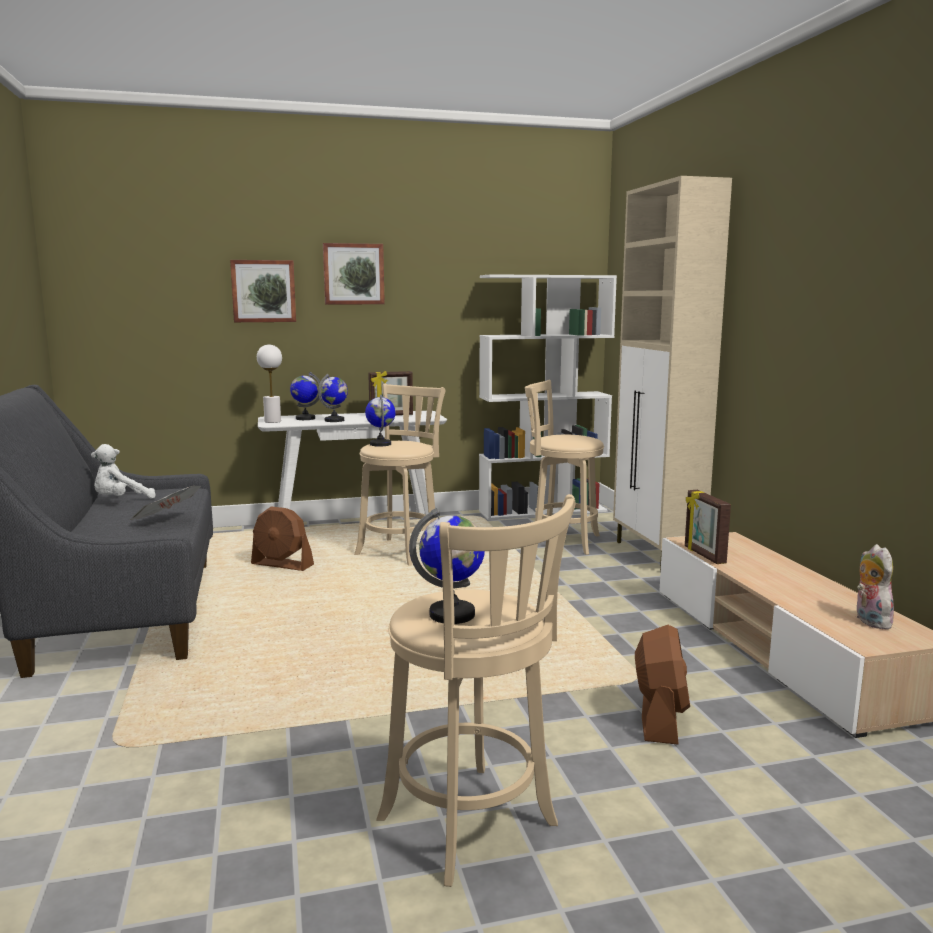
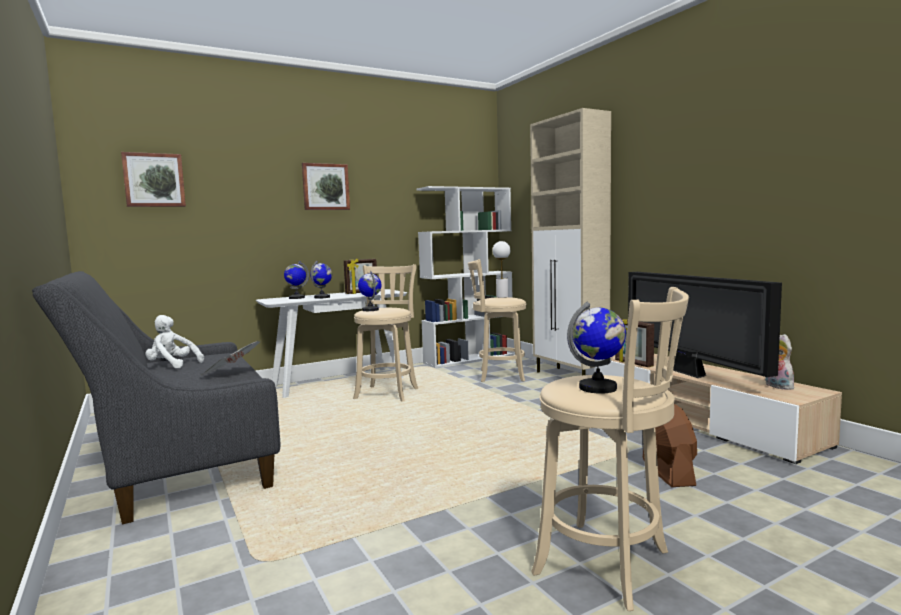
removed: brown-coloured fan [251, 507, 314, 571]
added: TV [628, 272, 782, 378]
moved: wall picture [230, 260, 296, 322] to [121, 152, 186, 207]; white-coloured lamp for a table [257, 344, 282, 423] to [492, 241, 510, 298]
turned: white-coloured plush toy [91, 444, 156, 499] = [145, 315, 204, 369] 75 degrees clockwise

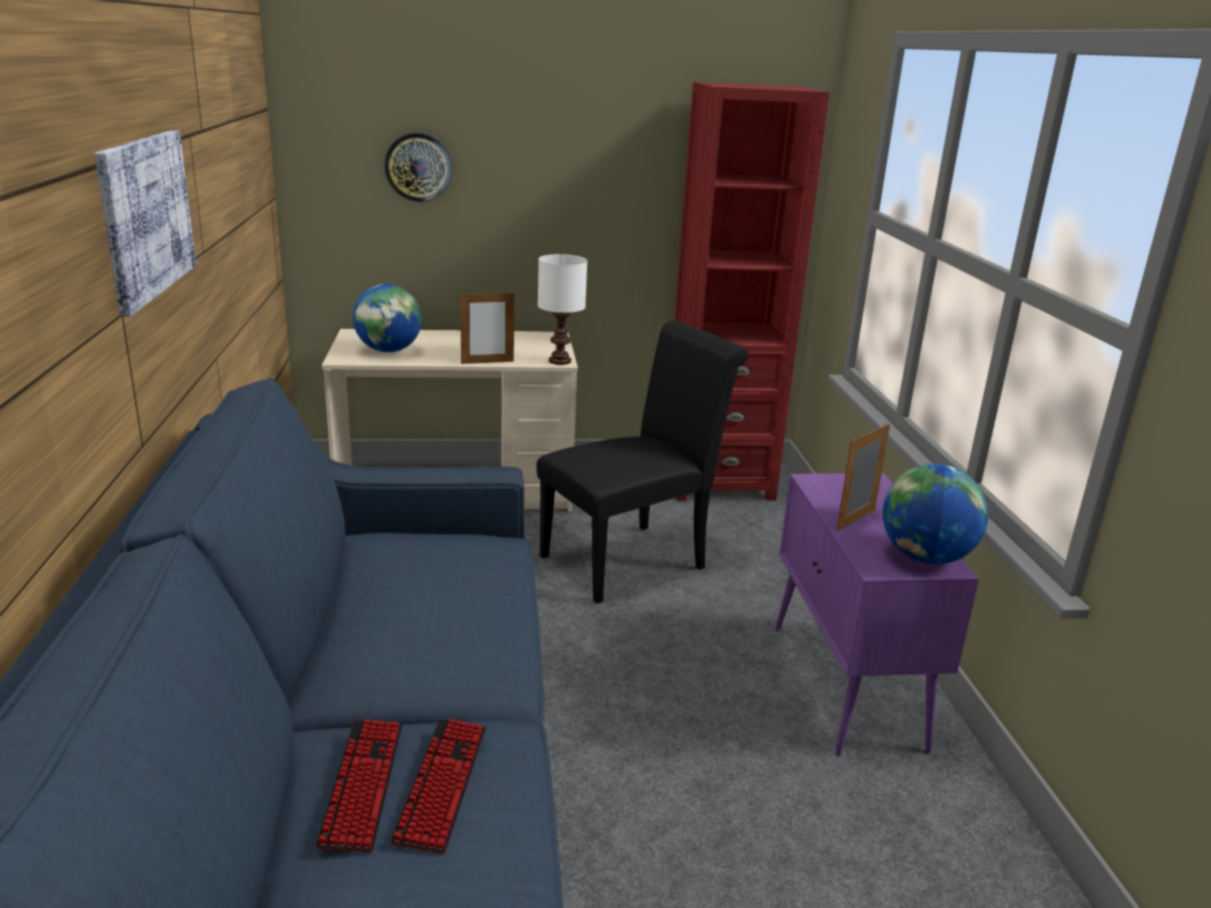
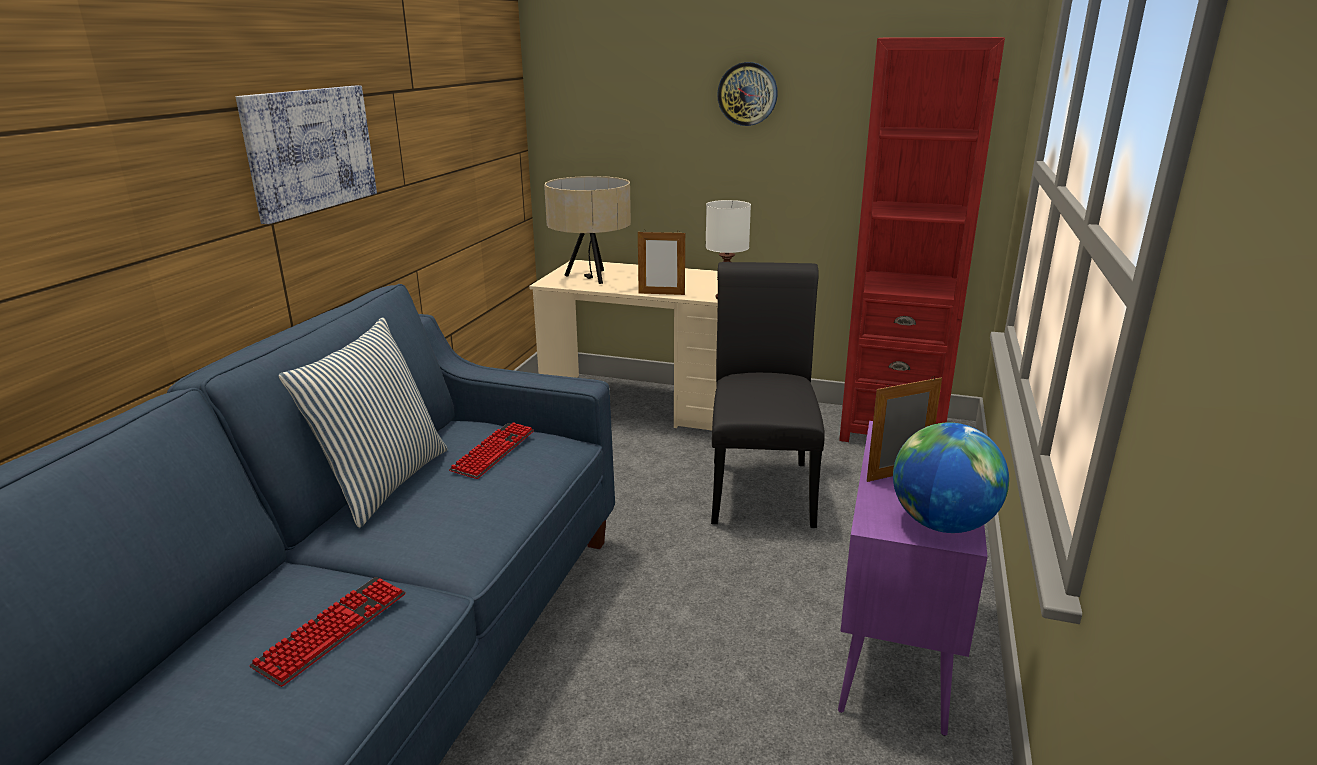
added: throw pillow [279, 317, 448, 528]
moved: computer keyboard [315, 719, 402, 852] to [449, 422, 534, 479]; hanging clock [384, 133, 452, 202] to [717, 62, 778, 126]
replaced: desk globe [353, 284, 422, 352] to beige lamp for a table [544, 176, 631, 284]
turned: black-coloured upright chair [536, 320, 749, 604] = [711, 262, 825, 528] 75 degrees counterclockwise

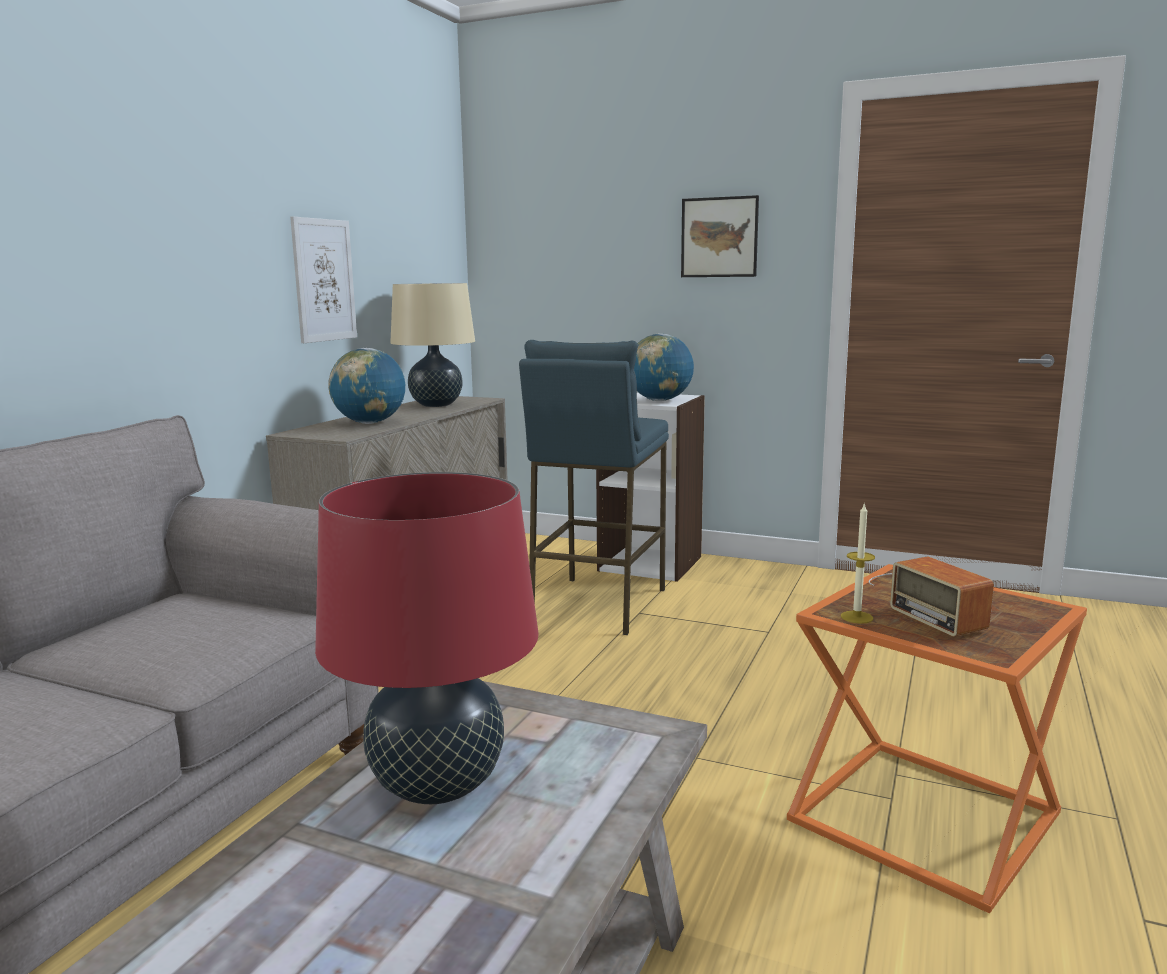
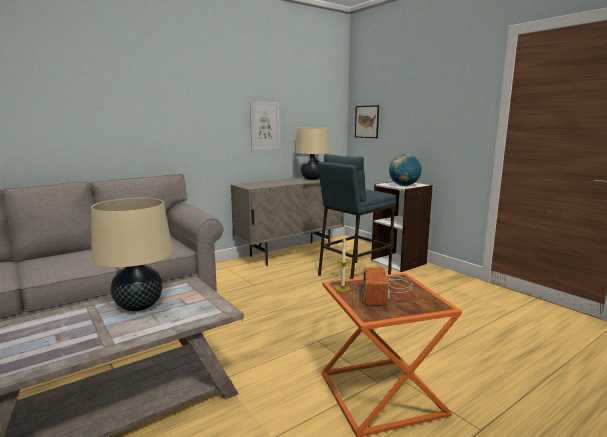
removed: desk globe [328, 348, 405, 424]
moved: wall picture [681, 195, 759, 277] to [355, 105, 379, 138]
recoloured: red-coloured lamp for a table [315, 472, 539, 804] to beige lamp for a table [91, 198, 173, 311]

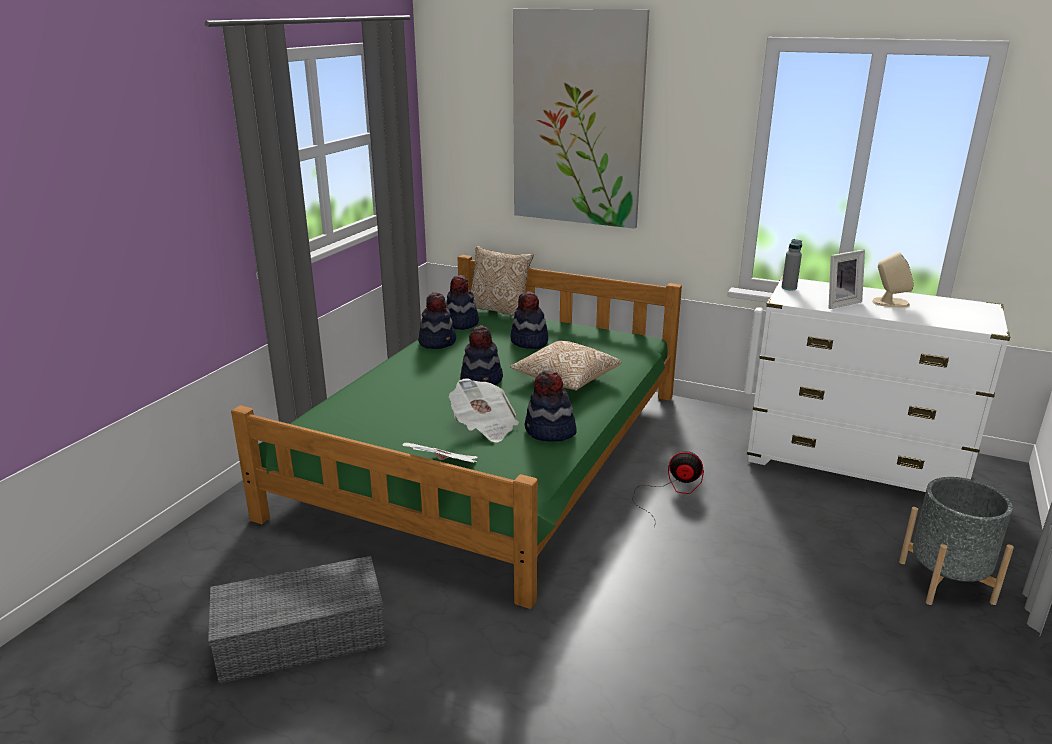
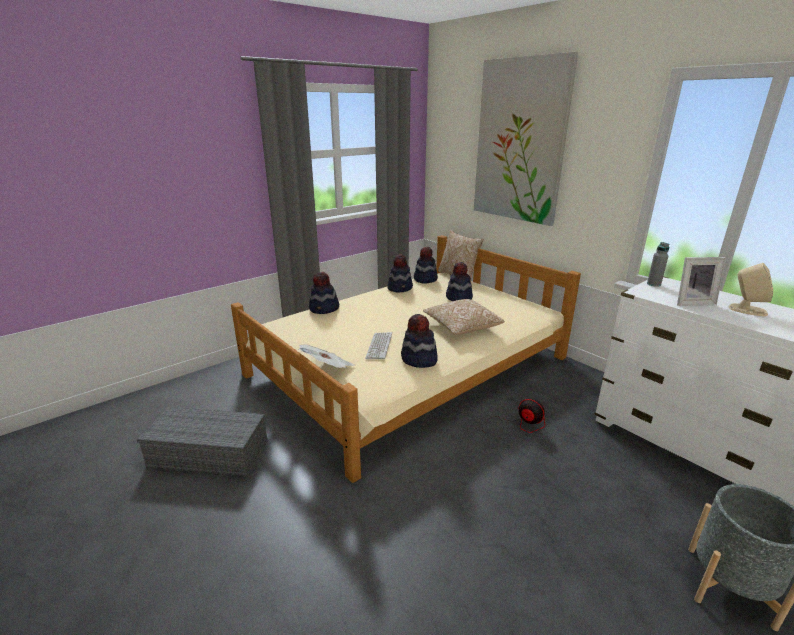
moved: hat [460, 325, 503, 385] to [309, 272, 339, 314]
replaced: daily paper [449, 378, 519, 443] to computer keyboard [365, 332, 392, 359]
recoloured: greenish bed [231, 255, 682, 609] to beige bed [231, 235, 581, 483]

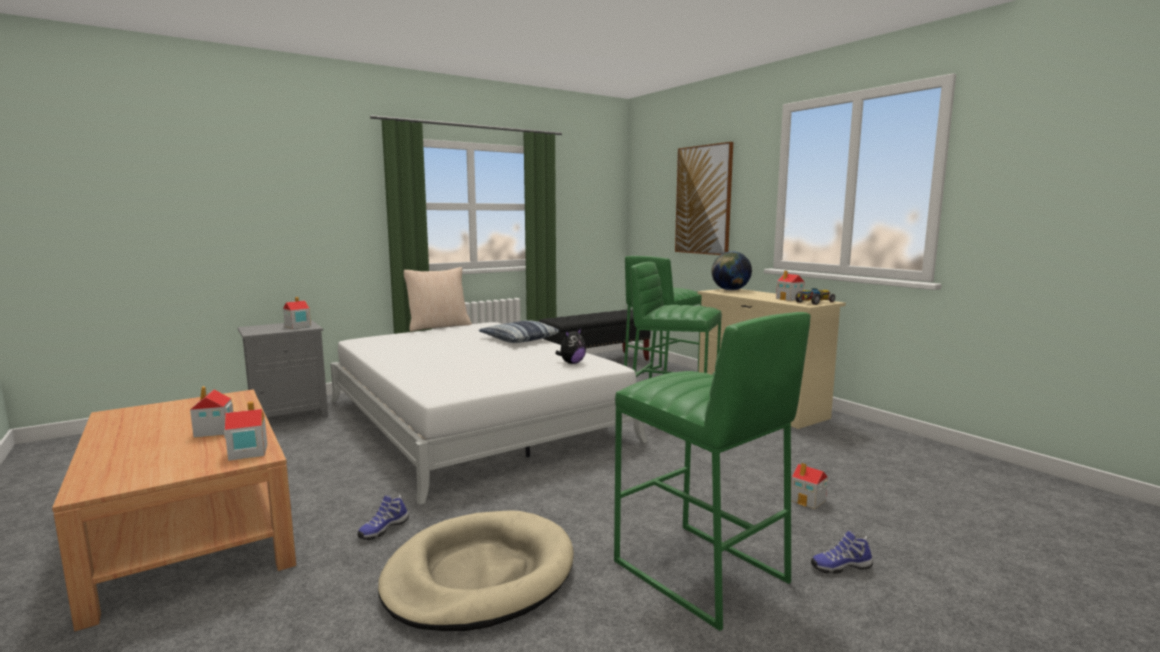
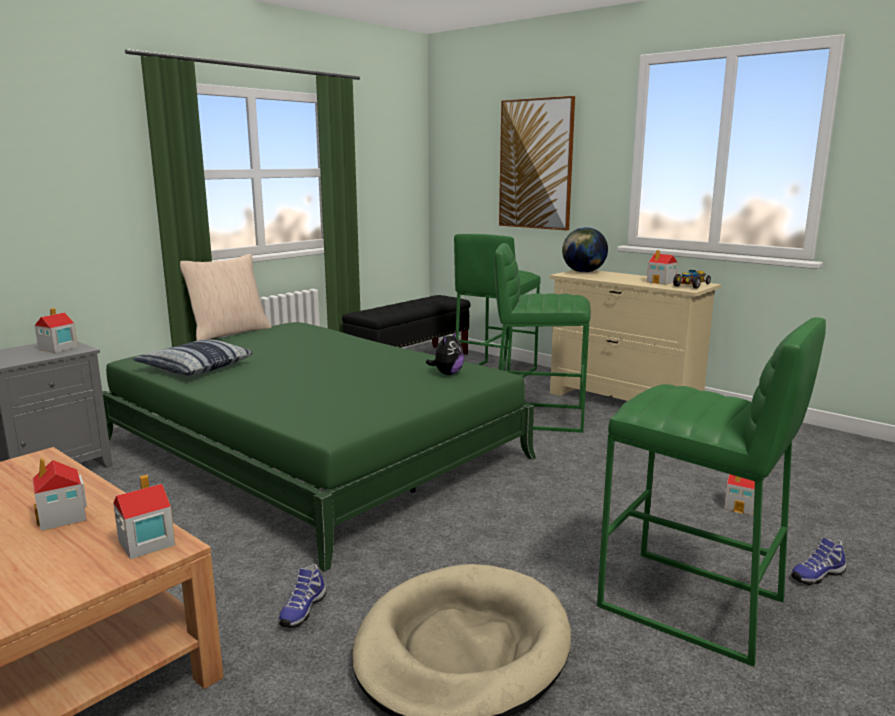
moved: throw pillow [478, 320, 559, 343] to [133, 340, 253, 376]
recoloured: white-coloured bed [330, 322, 648, 505] to greenish bed [102, 322, 536, 572]

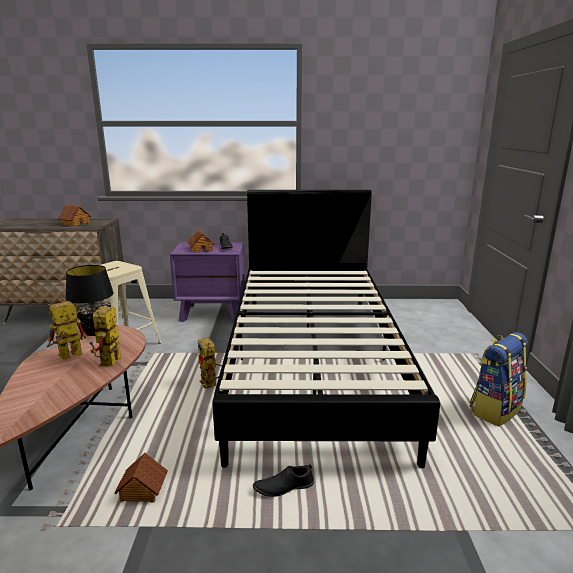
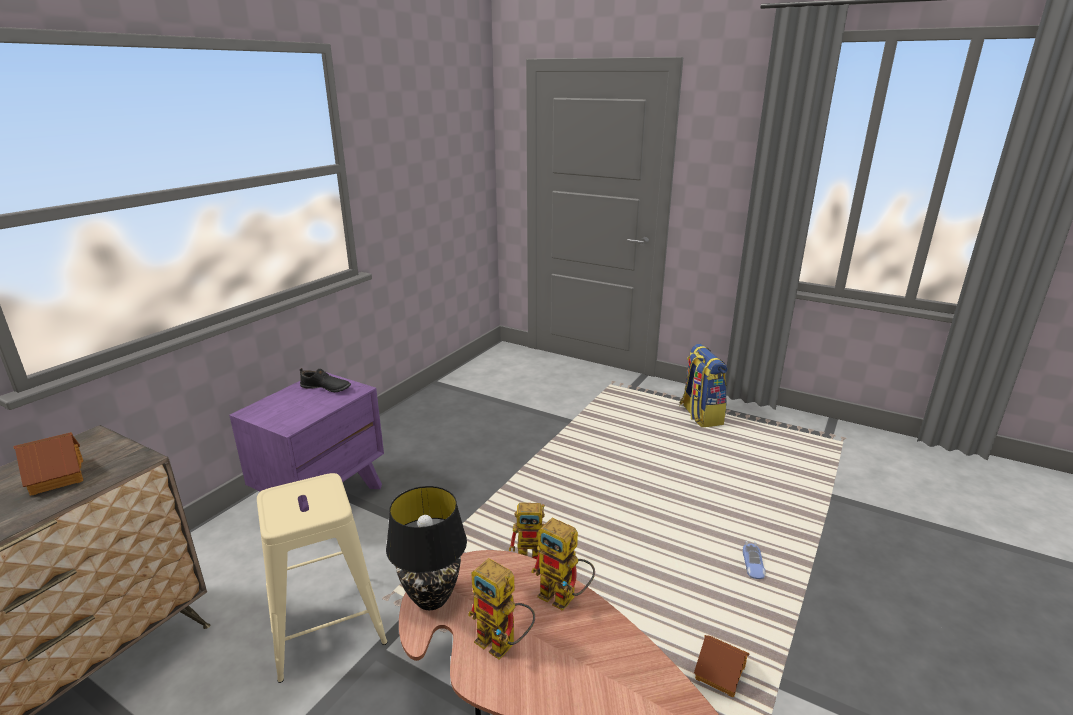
removed: model house [187, 230, 215, 253]; black-coloured bed [212, 190, 440, 468]
replaced: black-coloured low shoe [253, 463, 314, 497] to miniature car [742, 541, 765, 579]
turned: model robot [47, 301, 86, 360] = [468, 558, 535, 660] 45 degrees counterclockwise

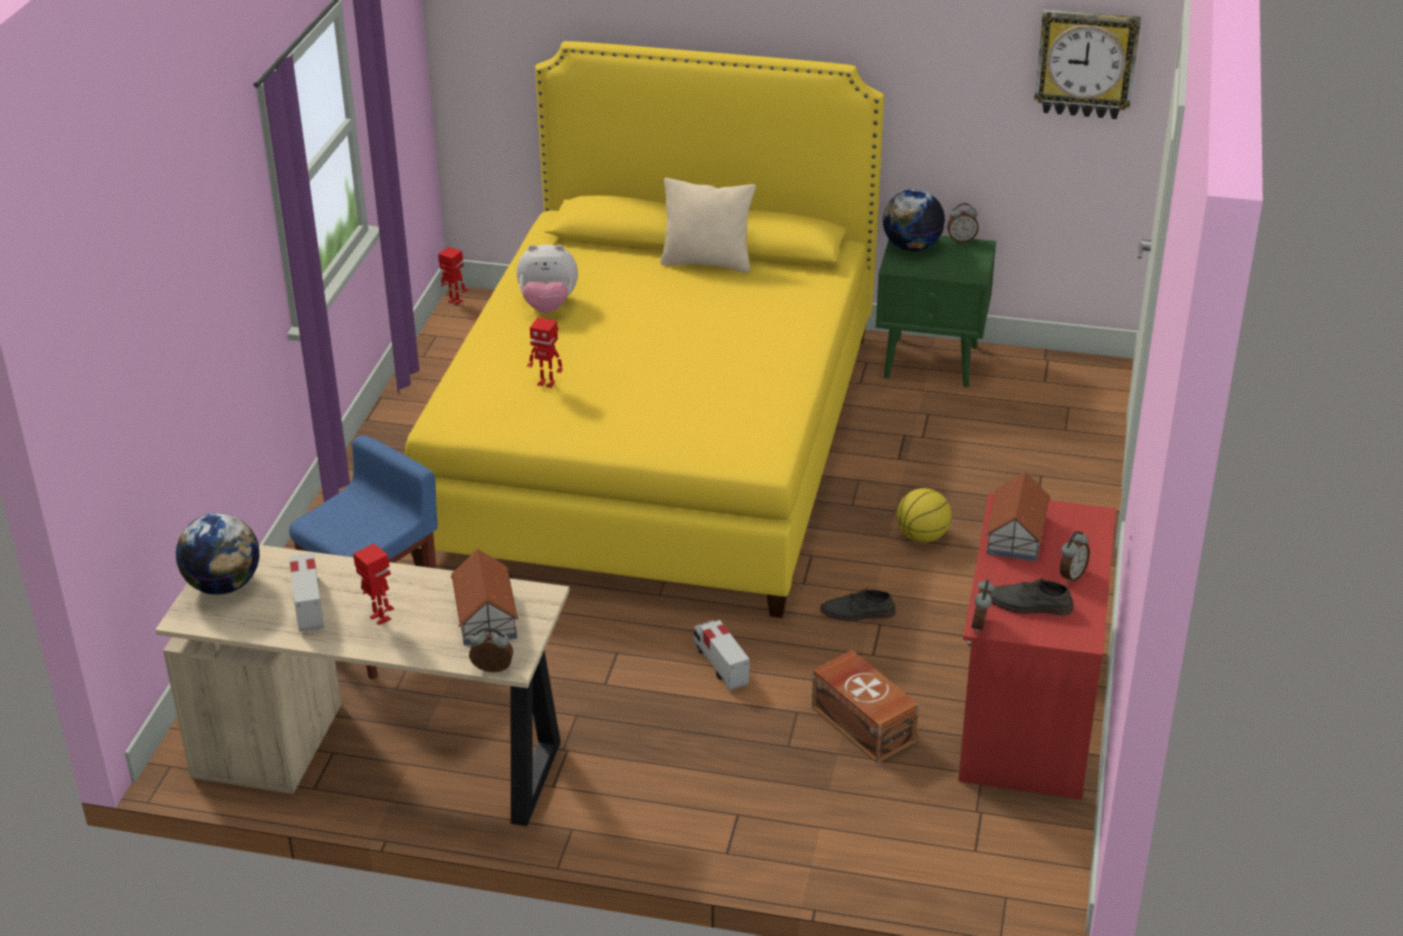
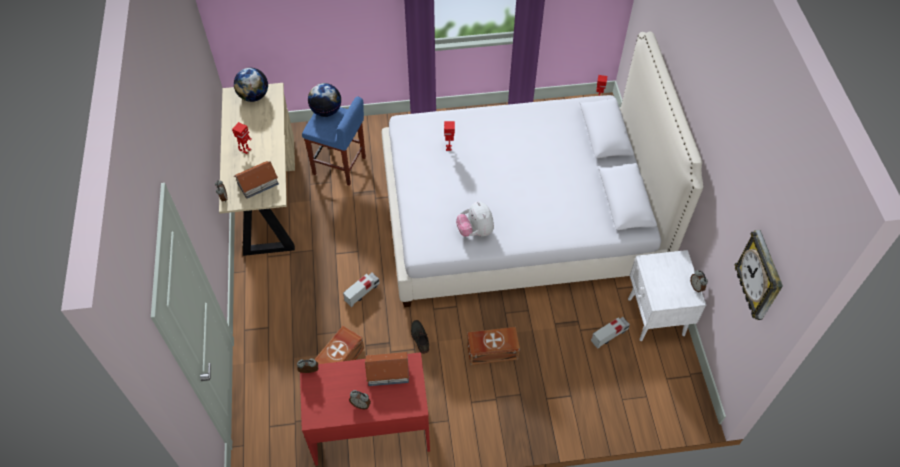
removed: beige throw pillow [660, 178, 756, 273]; gray low shoe [990, 577, 1074, 616]
moved: toy truck [289, 553, 324, 632] to [591, 317, 630, 349]; plush toy [517, 244, 578, 313] to [456, 202, 494, 237]; desk globe [883, 189, 945, 251] to [308, 83, 341, 117]
replaced: ball for basketball [897, 488, 952, 543] to brown-coloured storage container [467, 327, 520, 365]
recoloured: yellowish bed [405, 41, 884, 618] to white-coloured bed [382, 31, 703, 307]; greenish bedside table [876, 236, 996, 388] to white-coloured bedside table [628, 250, 706, 341]

